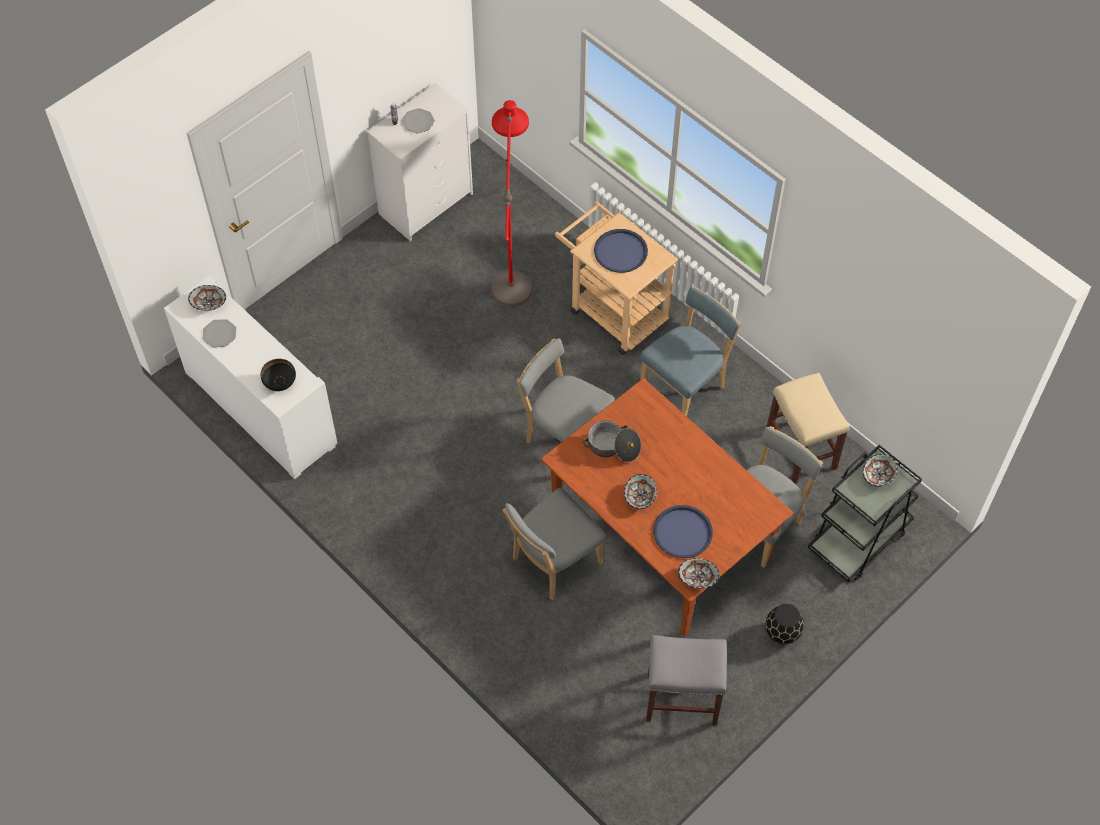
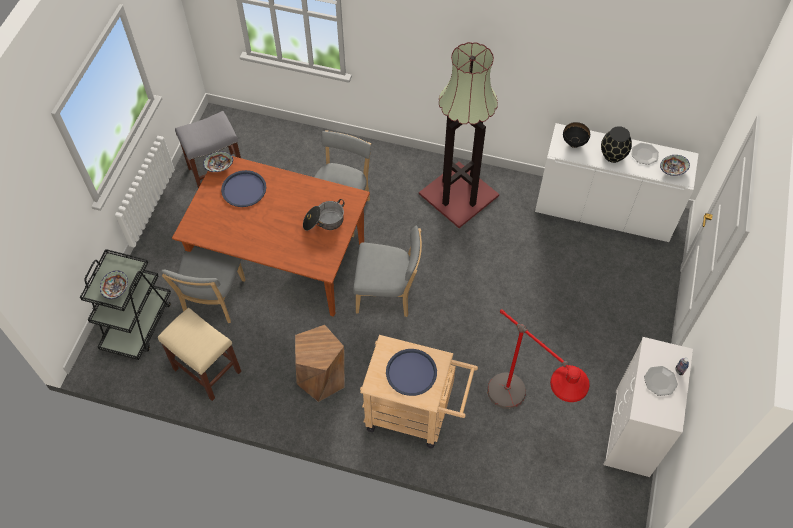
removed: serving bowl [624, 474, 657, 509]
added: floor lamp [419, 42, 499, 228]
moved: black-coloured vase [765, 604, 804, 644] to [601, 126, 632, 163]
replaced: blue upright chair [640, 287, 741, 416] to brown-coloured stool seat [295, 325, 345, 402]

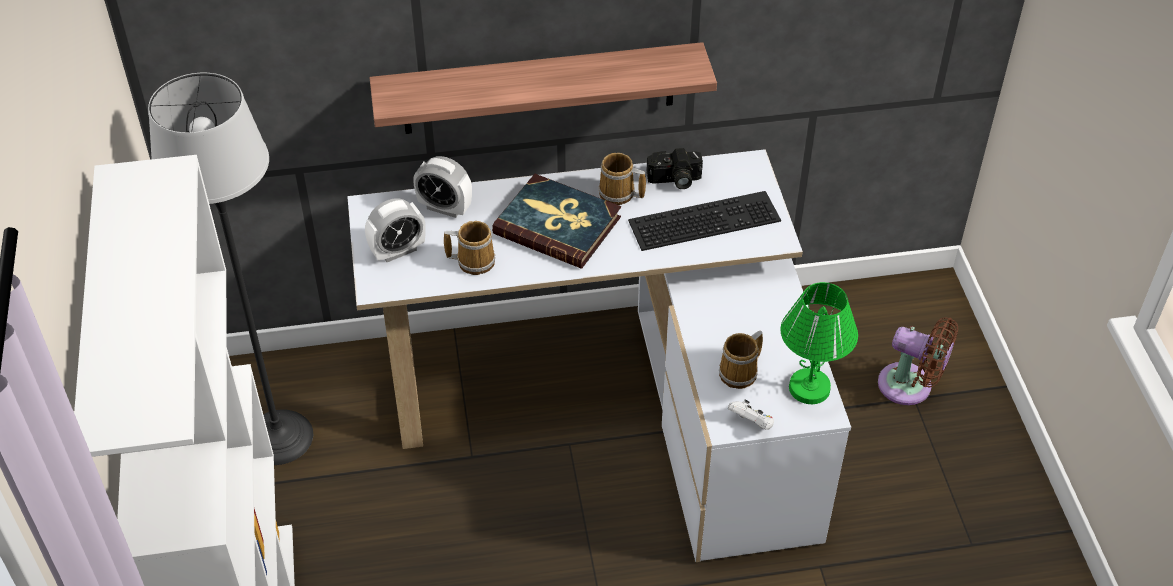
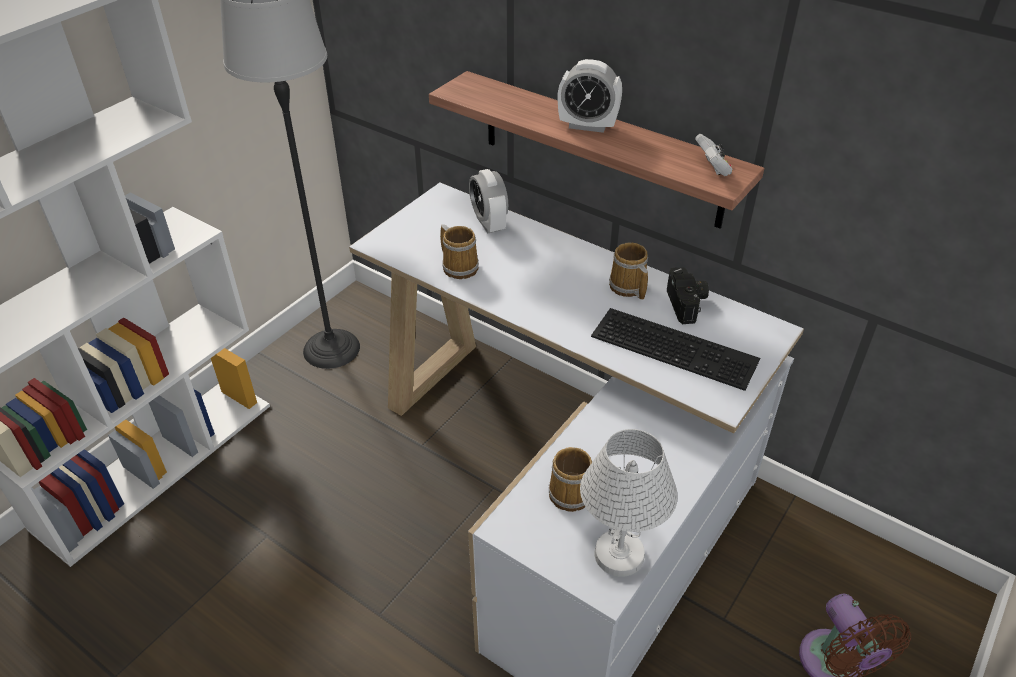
removed: volume [492, 174, 621, 269]
moved: table clock [365, 198, 426, 262] to [558, 59, 622, 133]; white-coloured game controller [728, 399, 774, 430] to [695, 134, 733, 176]
recoloured: greenish lamp for a table [781, 282, 858, 404] to white-coloured lamp for a table [580, 429, 678, 577]
turned: still camera [646, 148, 703, 189] = [667, 267, 709, 324] 135 degrees counterclockwise

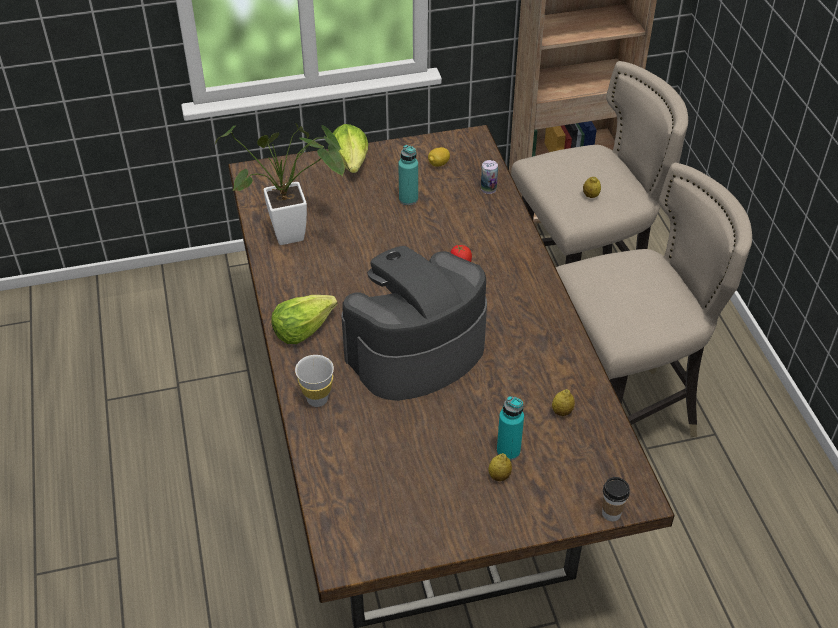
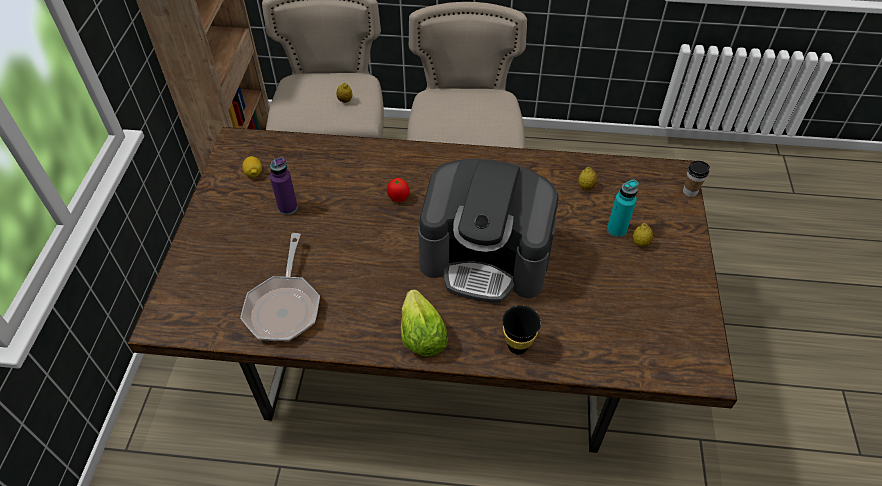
removed: lettuce head [333, 124, 368, 173]; sealed can [481, 160, 498, 194]
replaced: potted plant [215, 123, 345, 245] to skillet [240, 233, 320, 341]
recoloured: white-coloured drinking cup [295, 355, 334, 407] to black-coloured drinking cup [502, 305, 541, 354]; blue-green drink bottle [398, 145, 418, 205] to purple-coloured drink bottle [270, 157, 298, 215]
turned: coffee maker [342, 246, 487, 401] = [418, 159, 558, 303] 60 degrees counterclockwise

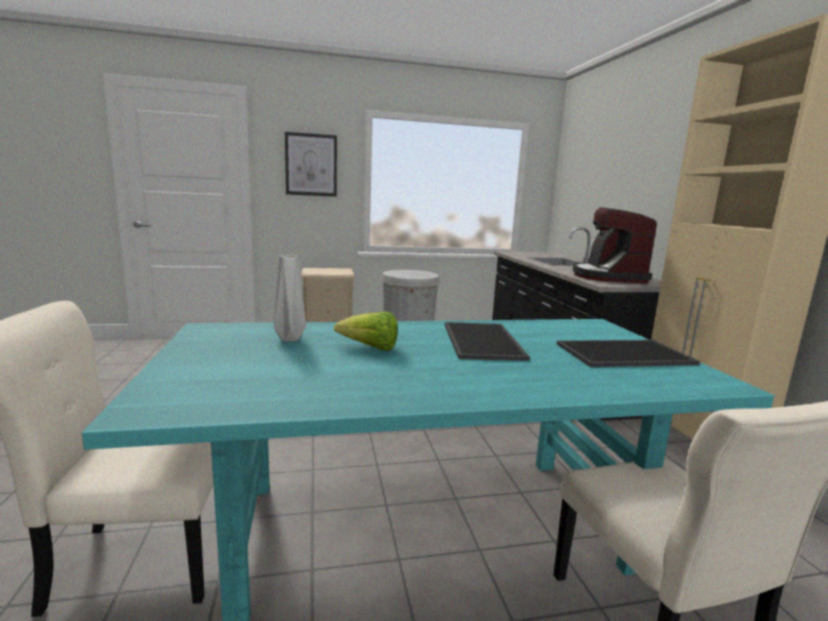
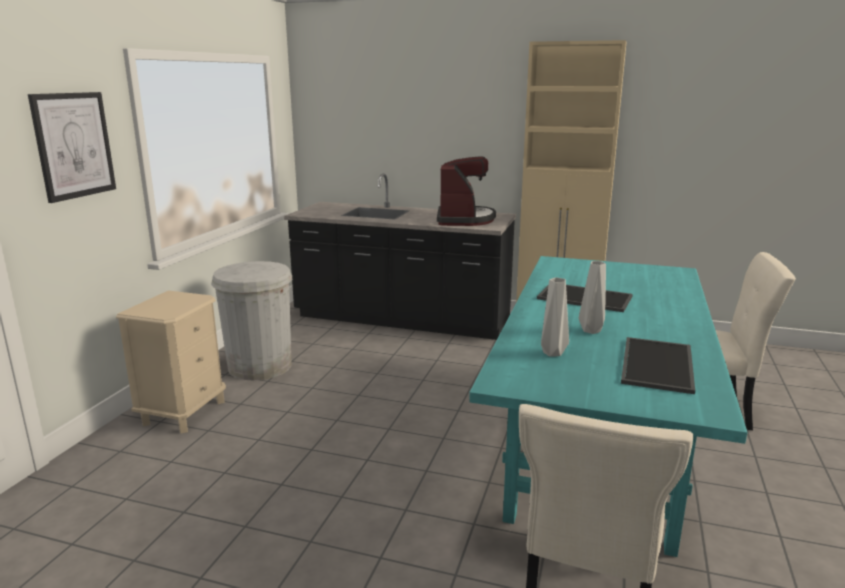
moved: serving tray [557, 340, 700, 367] to [621, 337, 695, 394]
replaced: lettuce head [334, 312, 398, 351] to gray vase [579, 261, 606, 334]
turned: coffee maker [573, 207, 657, 284] = [437, 156, 496, 226] 120 degrees counterclockwise

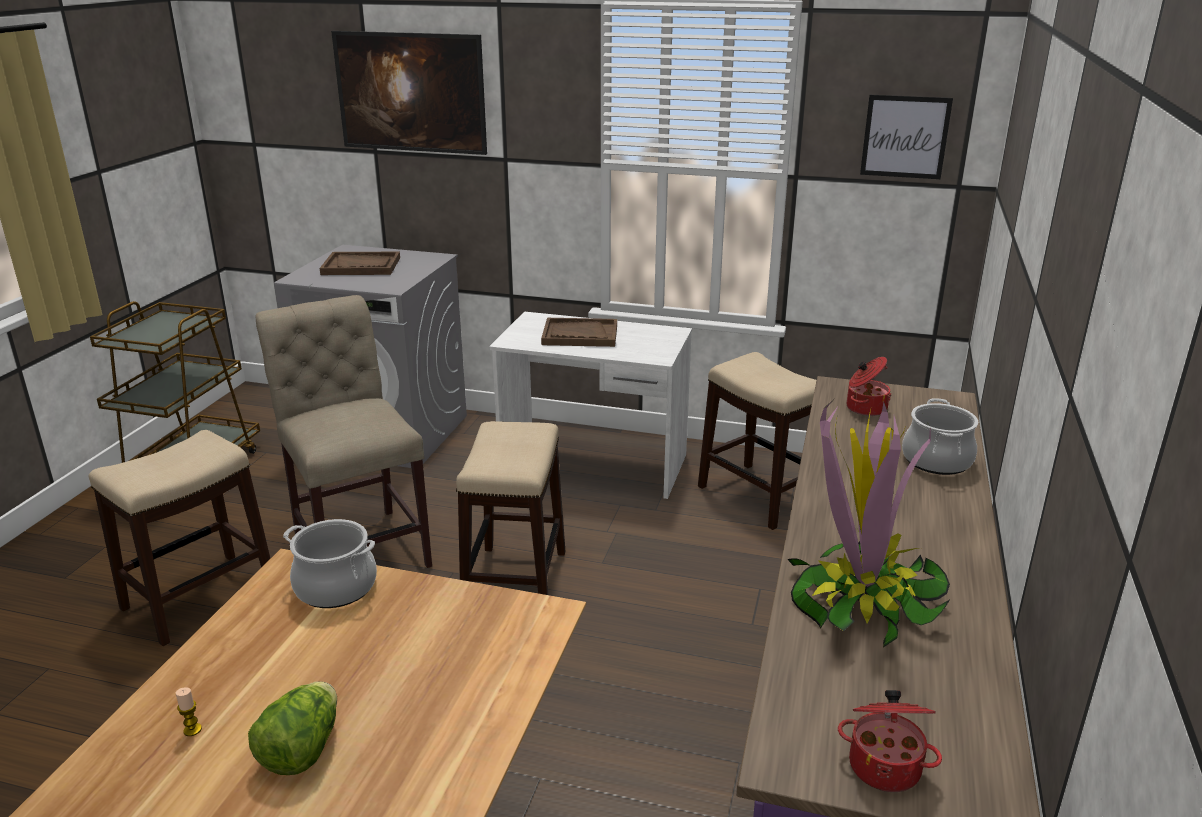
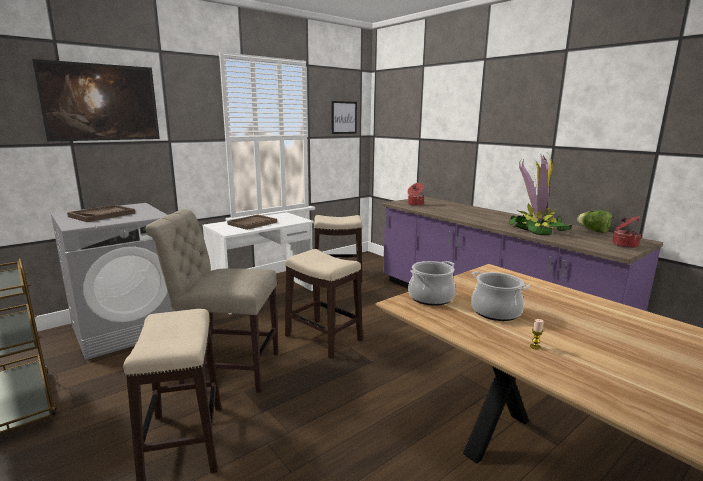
moved: lettuce head [248, 681, 337, 775] to [577, 211, 612, 233]; saucepot [902, 398, 978, 475] to [471, 271, 530, 321]

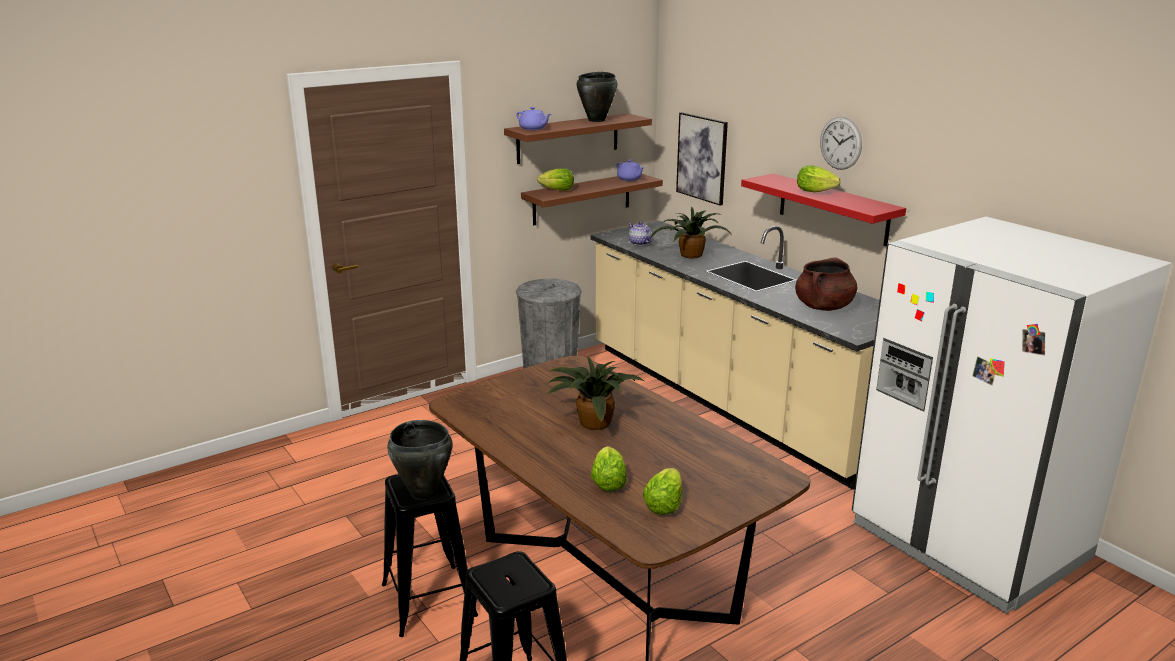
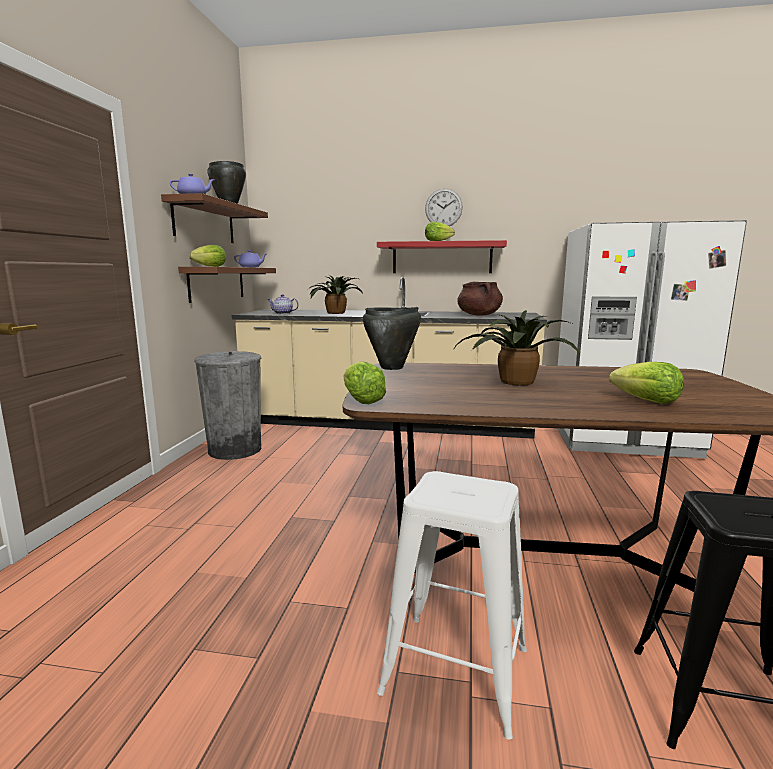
removed: wall picture [676, 112, 728, 206]
moved: black-coloured saucepot [387, 420, 453, 500] to [363, 307, 421, 370]; lettuce head [642, 468, 682, 515] to [344, 361, 386, 404]
recoloured: black-coloured stool seat [382, 474, 478, 637] to white-coloured stool seat [377, 471, 527, 740]

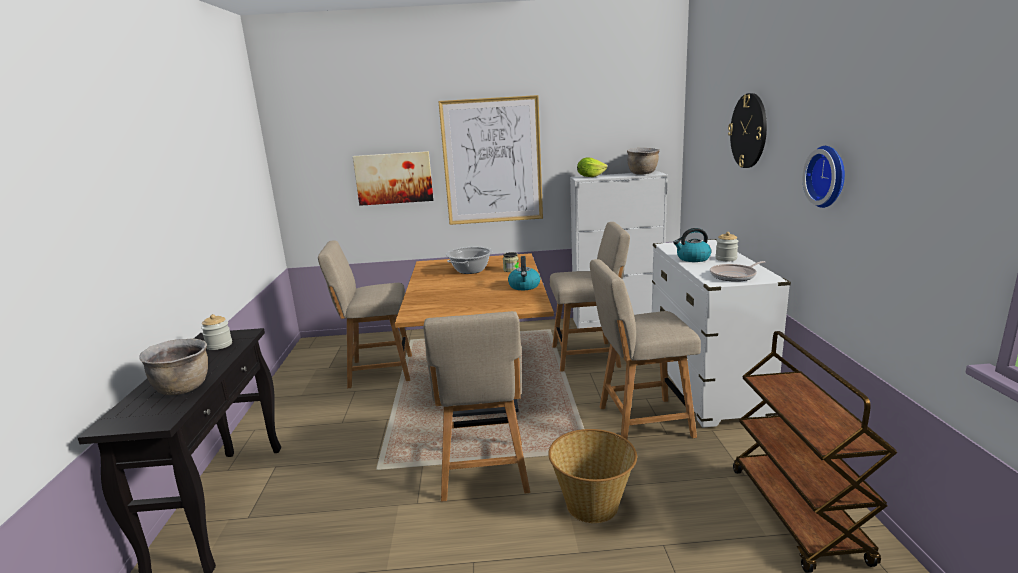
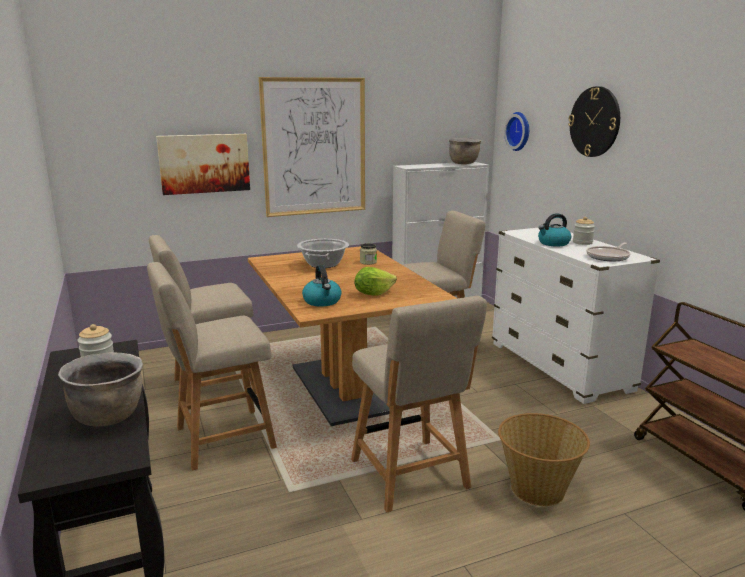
moved: tea kettle [508, 256, 540, 290] to [302, 265, 342, 307]; lettuce head [577, 158, 607, 177] to [354, 267, 397, 296]; beige upright chair [590, 259, 701, 442] to [147, 262, 277, 470]; hanging clock [803, 146, 845, 208] to [504, 112, 529, 151]

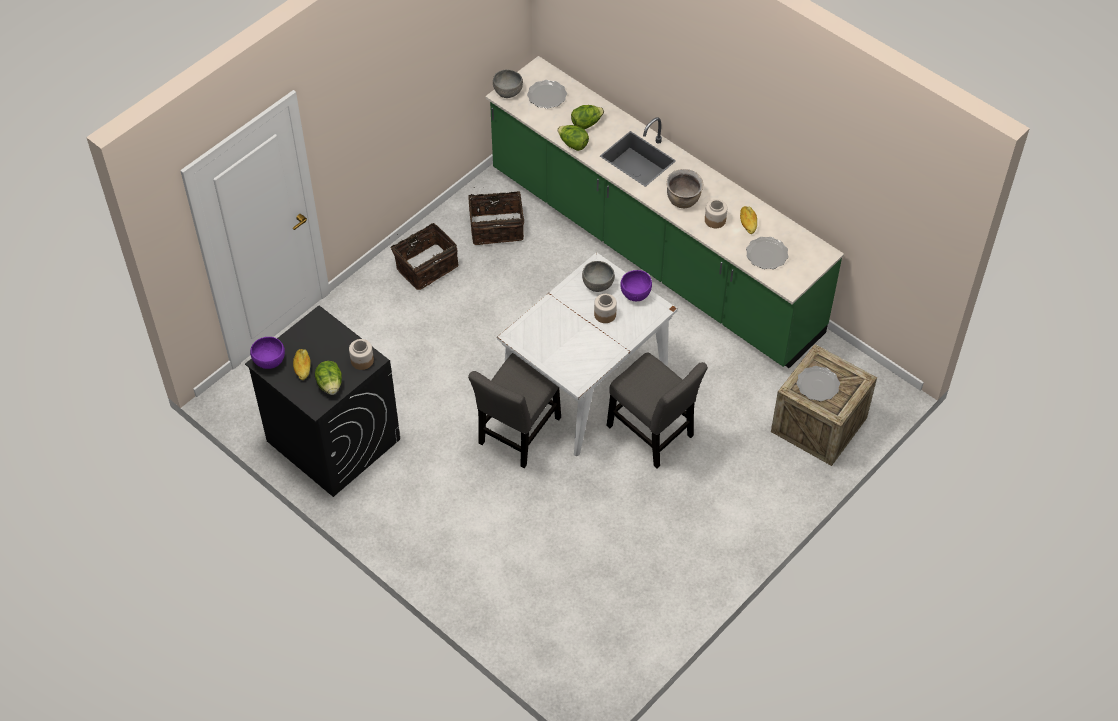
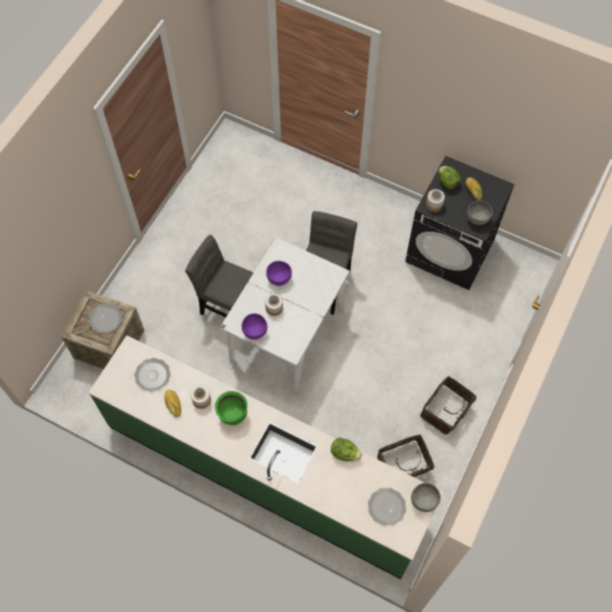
removed: lettuce head [571, 105, 604, 129]
moved: purple-coloured serving bowl [250, 337, 285, 369] to [266, 261, 292, 286]; gray serving bowl [582, 261, 615, 292] to [467, 201, 493, 225]
recoloured: brown-coloured saucepot [667, 169, 703, 208] to greenish saucepot [215, 391, 248, 425]

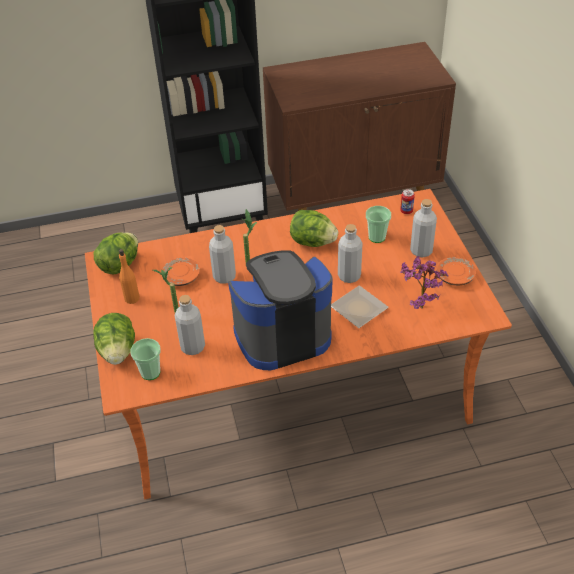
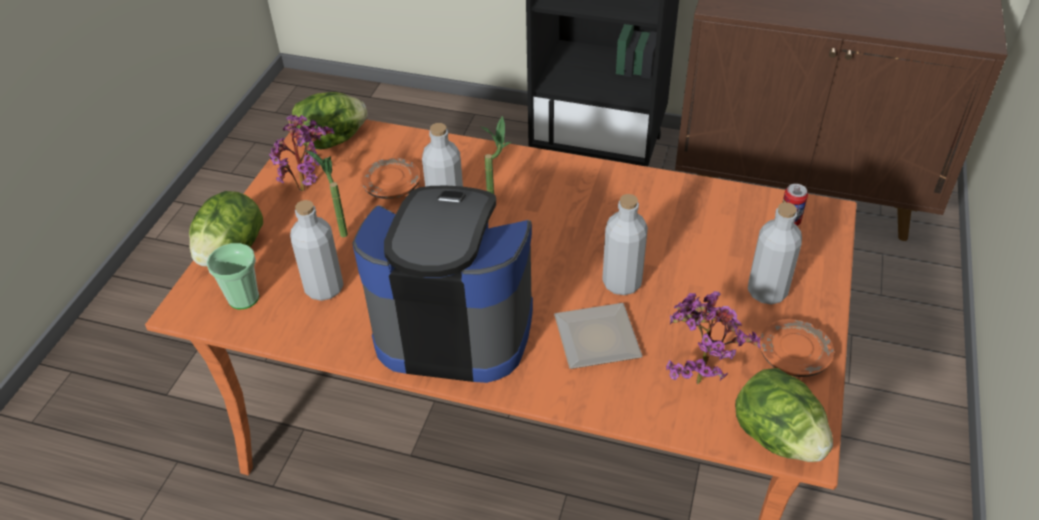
removed: drinking cup [366, 206, 391, 243]
moved: lettuce head [290, 210, 338, 247] to [735, 368, 833, 462]
replaced: orange drink bottle [119, 249, 140, 304] to potted plant [269, 115, 334, 191]

